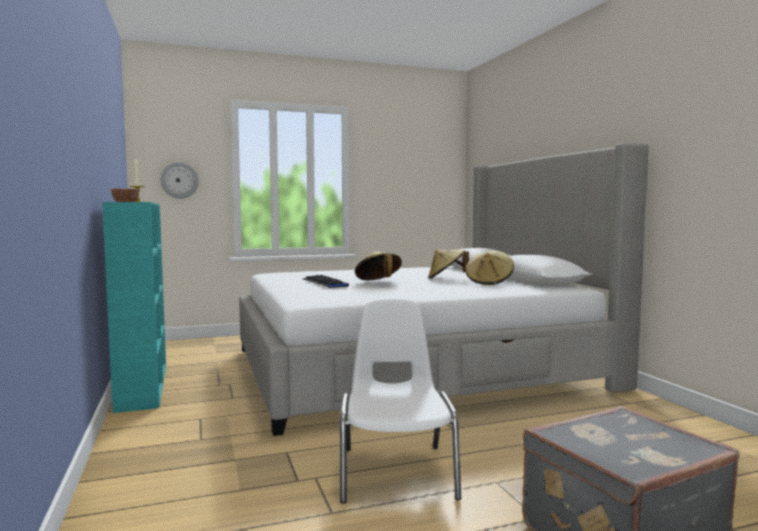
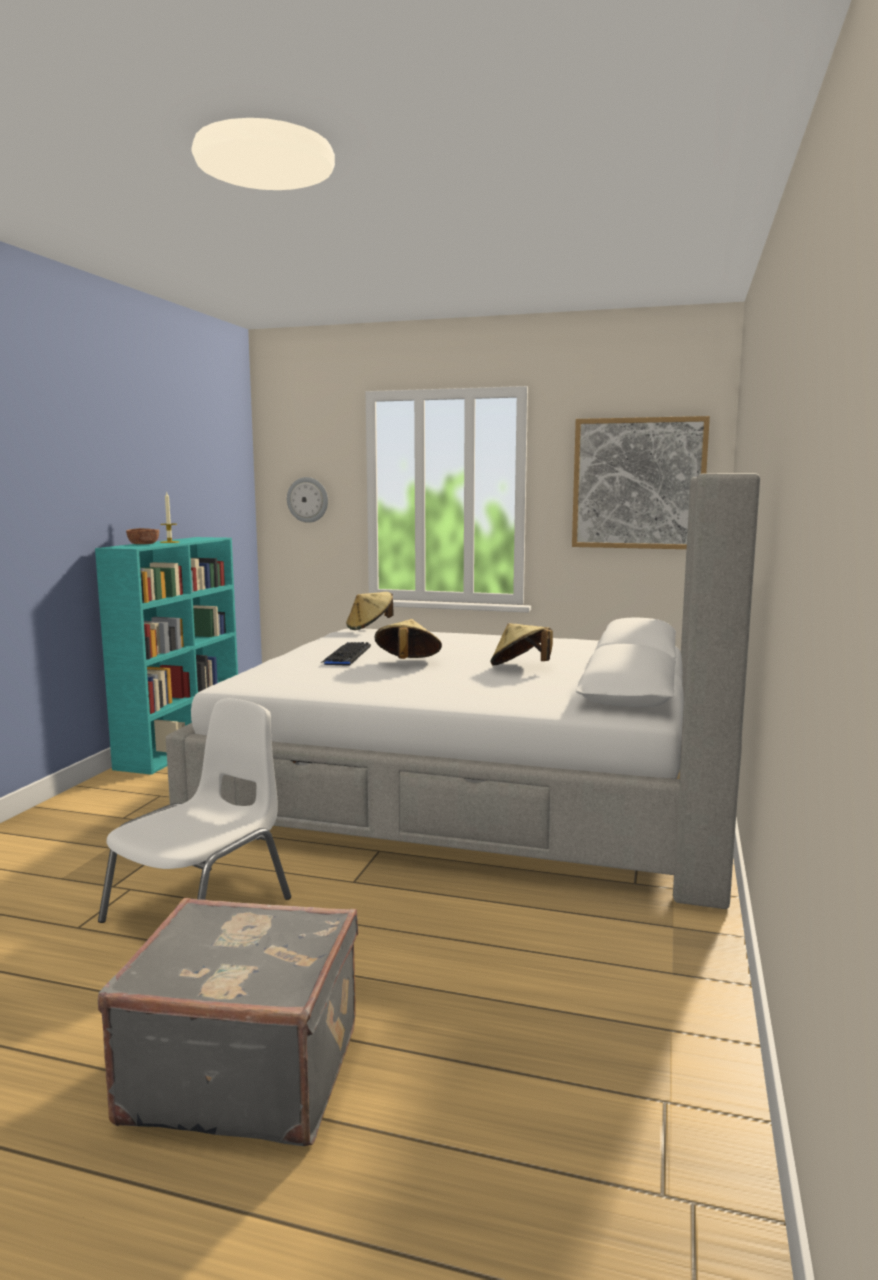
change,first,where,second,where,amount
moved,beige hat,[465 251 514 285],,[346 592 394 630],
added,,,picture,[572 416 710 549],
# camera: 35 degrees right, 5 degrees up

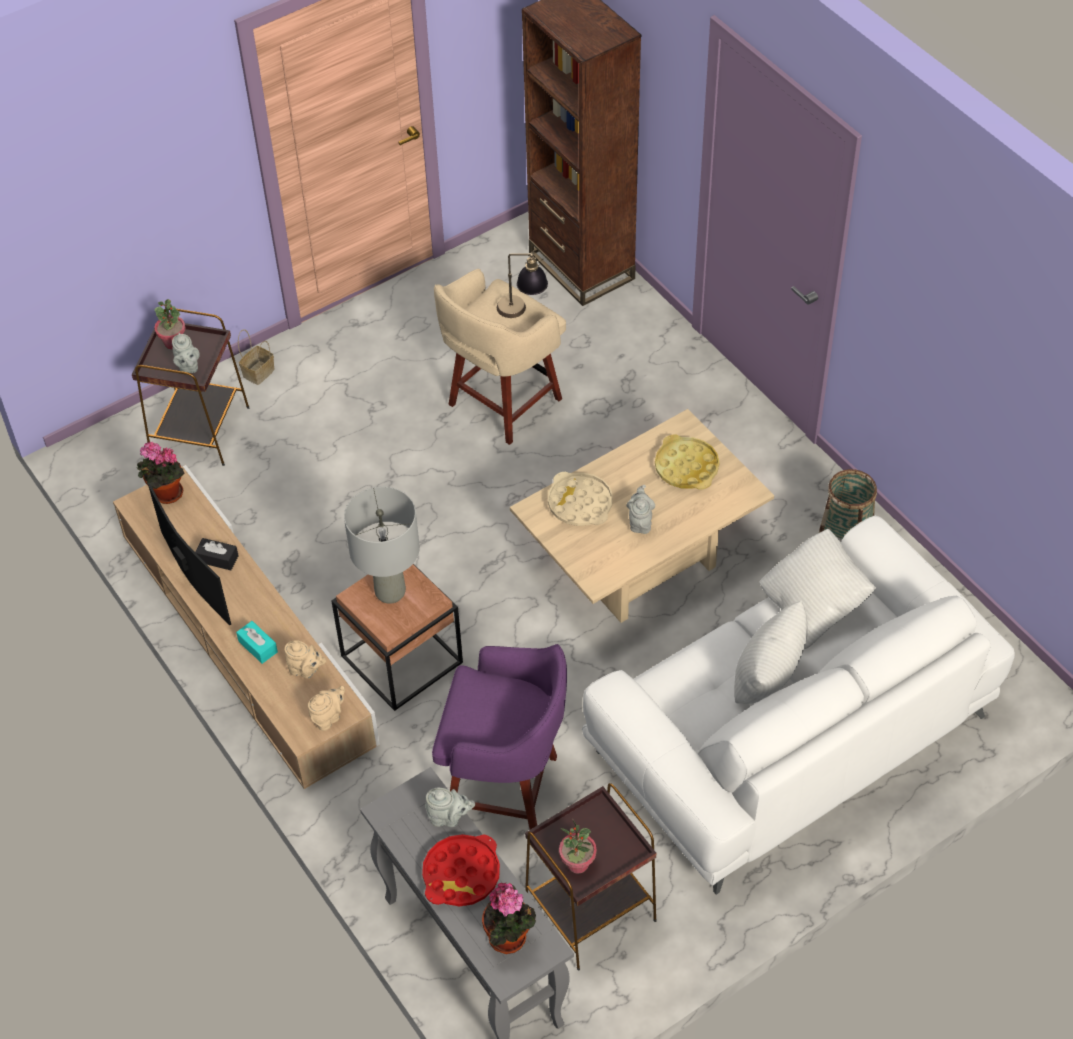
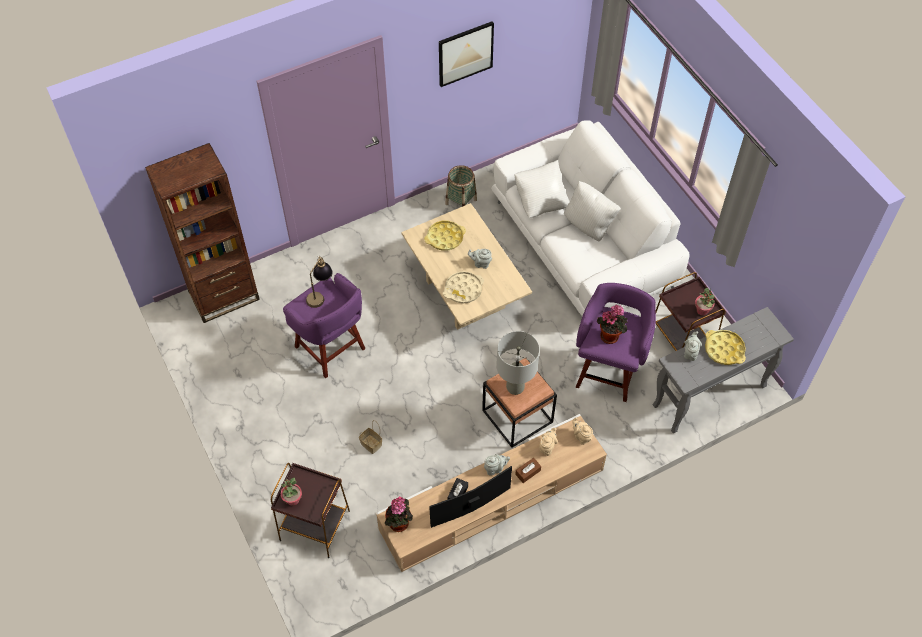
change,first,where,second,where,amount
recoloured,beige stool,[434 269 566 445],purple stool,[283 273 366 378],
moved,basket,[238 329 275 385],,[359 420 382 454],
added,,,picture,[439 21 494 87],
moved,grey teapot,[172 333 200 373],,[484 454 510 476],
recoloured,turquoise tissue box,[236 621 278 664],brown tissue box,[515 458 541 483],
moved,potted plant,[482 882 536 954],,[597 304 628 344],
recoloured,red tray,[422 834 500 906],yellow tray,[705 330 746 365],
# camera: 85 degrees left, 5 degrees up

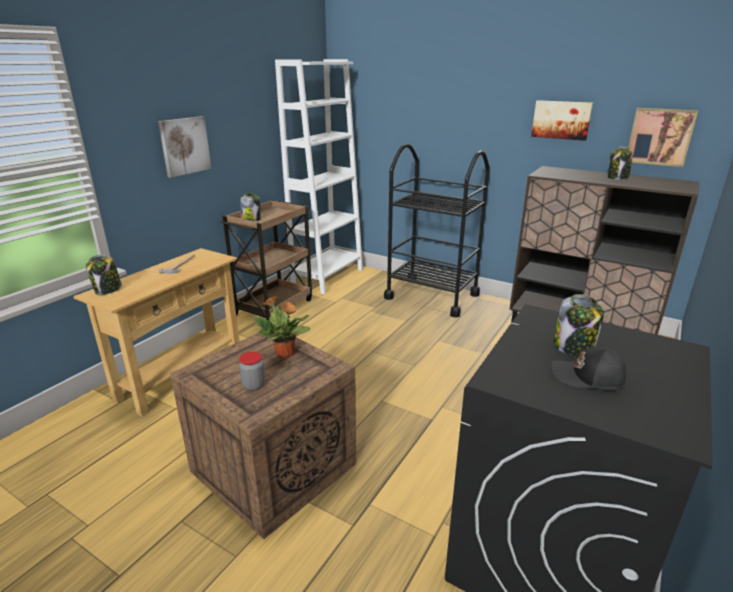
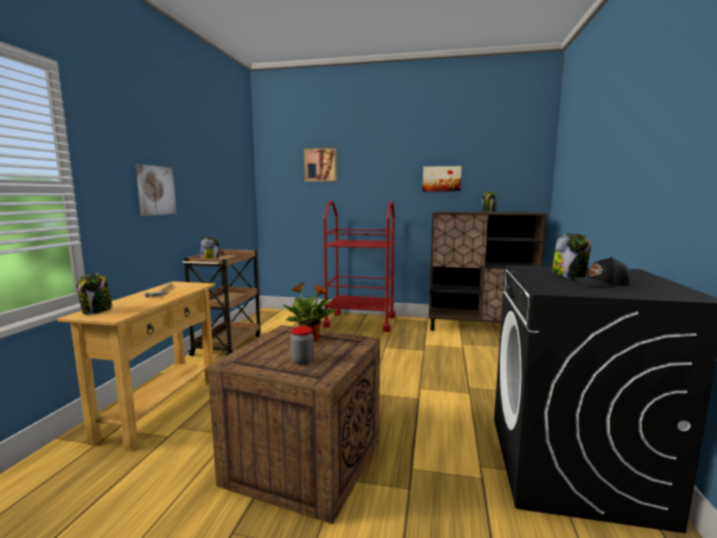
change,first,where,second,where,amount
moved,picture,[628 108 698 167],,[304 148 337 182],
recoloured,black cart,[384 144 490 318],red cart,[323 200 396 332],
removed,white bookcase,[275 59 363 294],,,
# camera: 20 degrees left, 15 degrees down

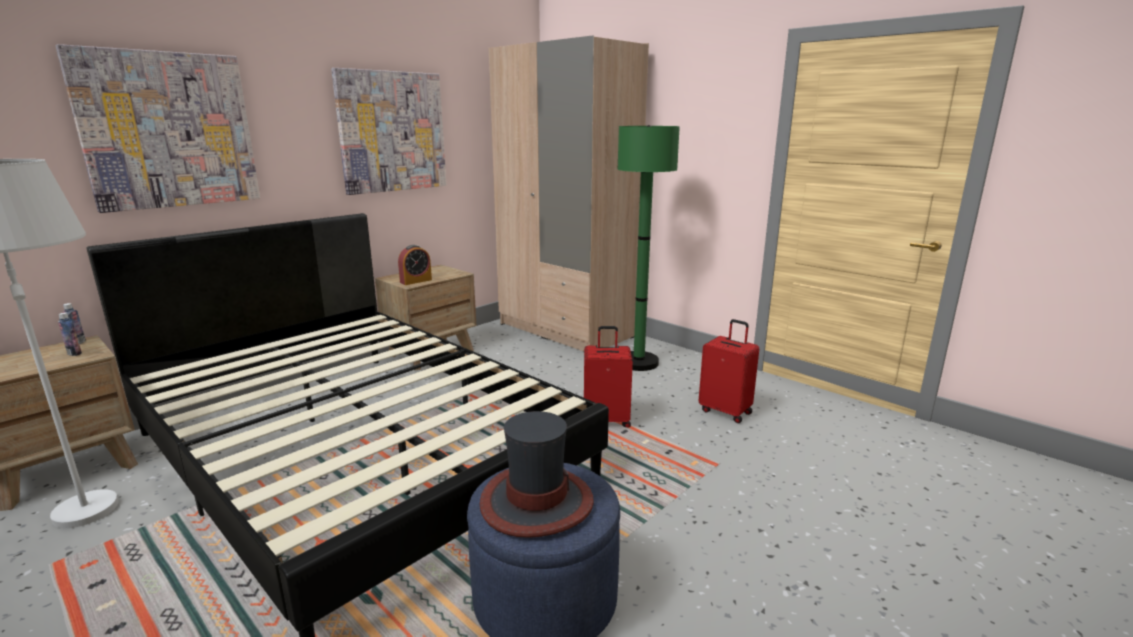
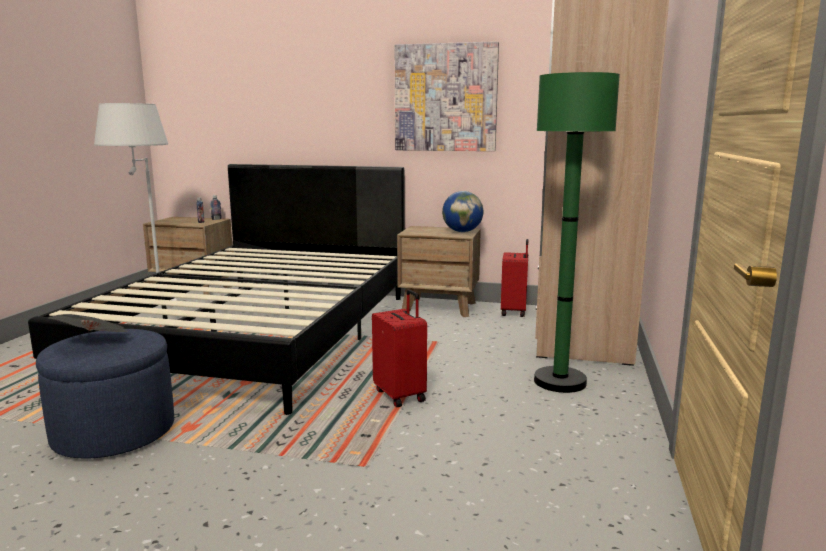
change,first,where,second,where,amount
replaced,hat,[480 411 594 538],newspaper,[48 314 127 332],
added,,,globe,[442 191 483 232],
moved,red suitcase,[699 319 759 423],,[501 239 528 317],
removed,picture,[56 44 260 213],,,
removed,alarm clock,[398 245 432 285],,,
# camera: 60 degrees right, 5 degrees down

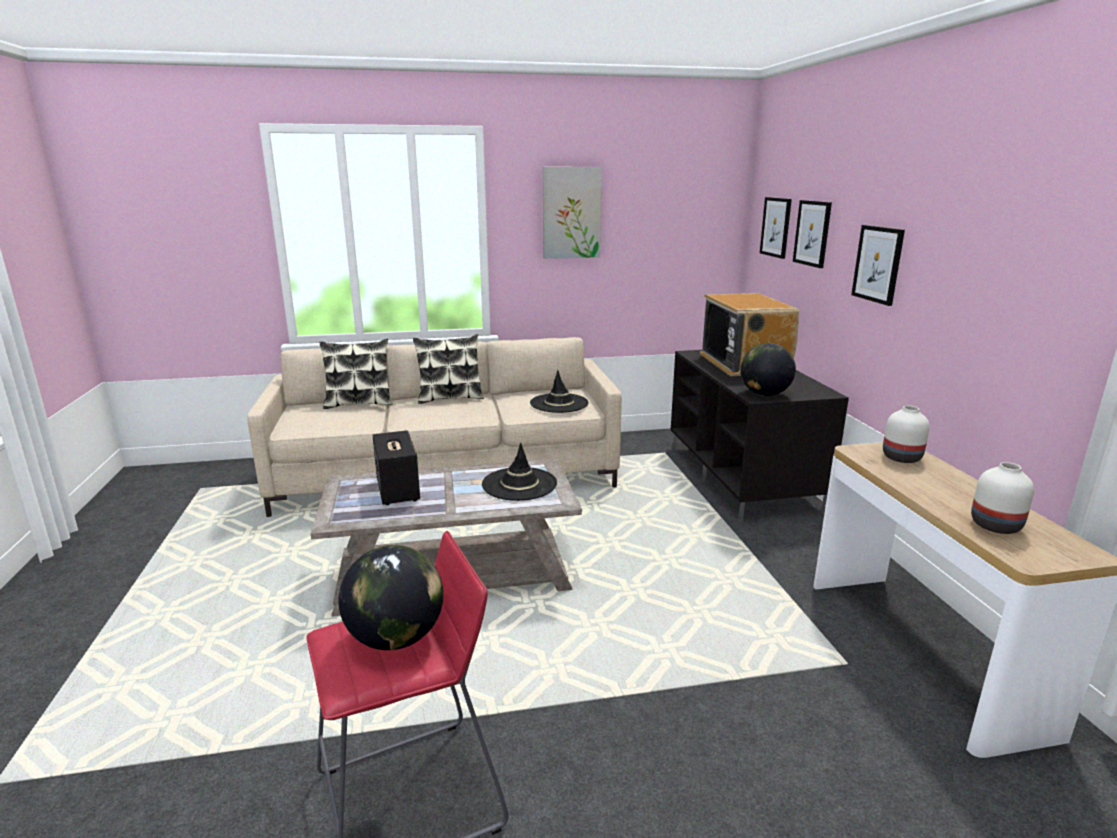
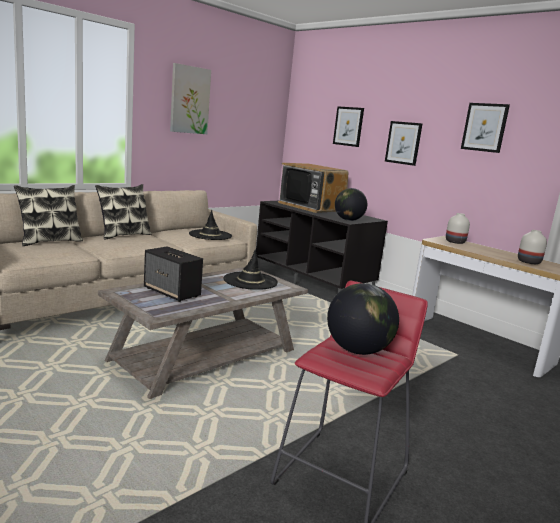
change,first,where,second,where,amount
moved,picture,[760 197 792 259],,[461 103 510 153],
# camera: 35 degrees left, 5 degrees down

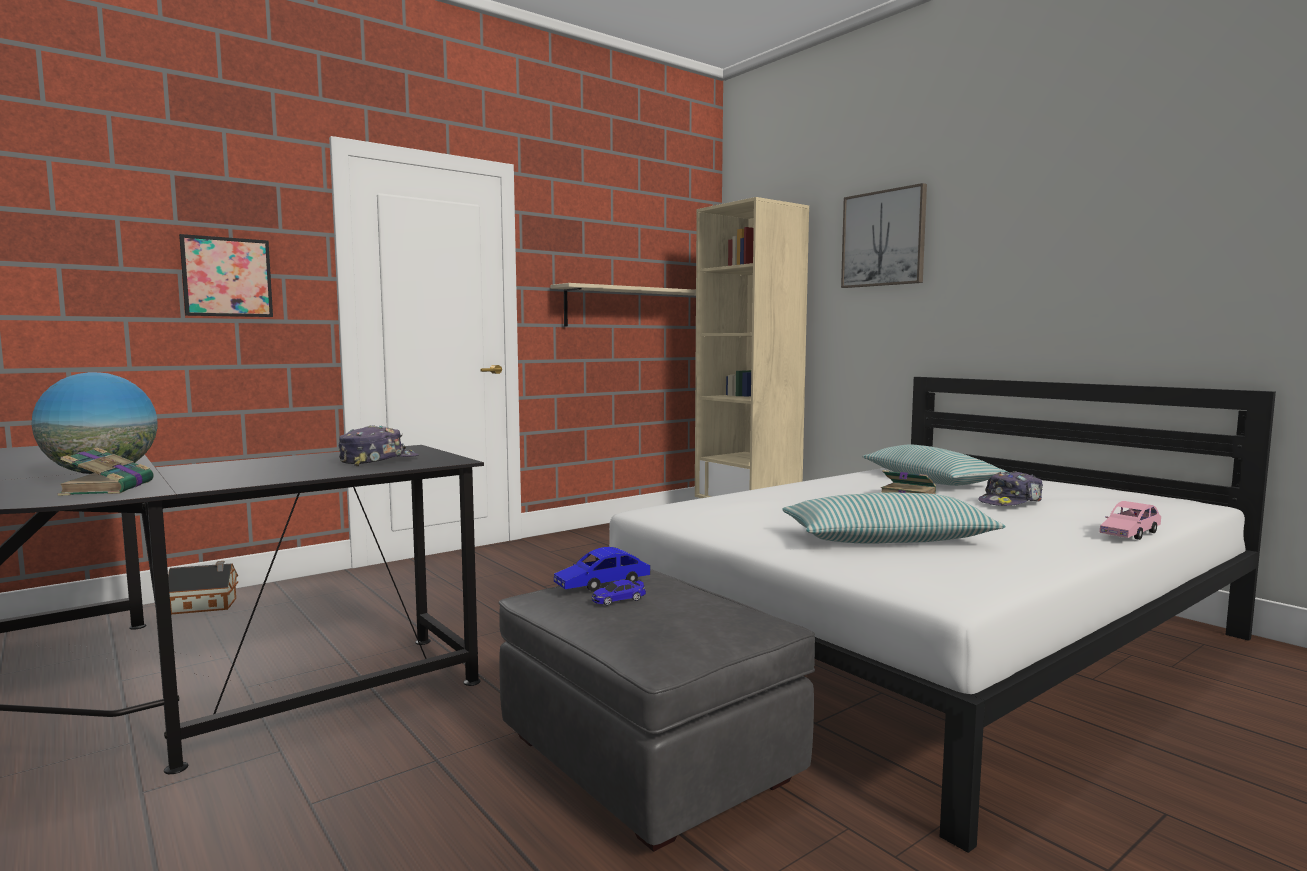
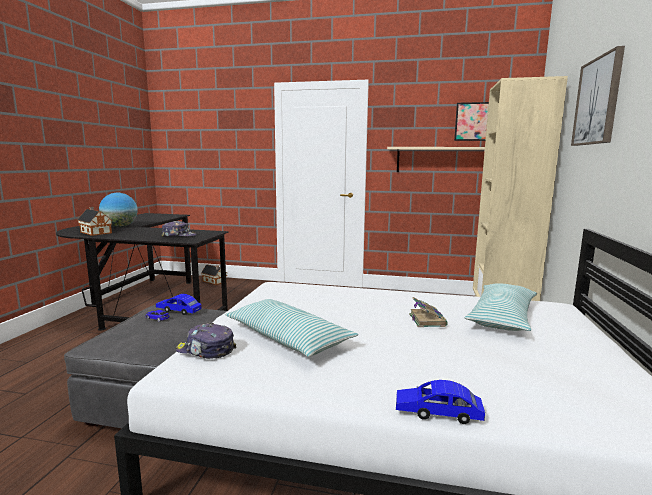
change,first,where,second,where,amount
replaced,book,[58 447 154 496],toy house,[77 207 112 236],
moved,cap,[978 471 1043 506],,[176 323 236 359],
recoloured,pink toy car,[1099 501 1161 540],blue toy car,[396 380 485 424],
moved,picture,[179 234 273 317],,[454 102 489 141],
# camera: 50 degrees right, 5 degrees up

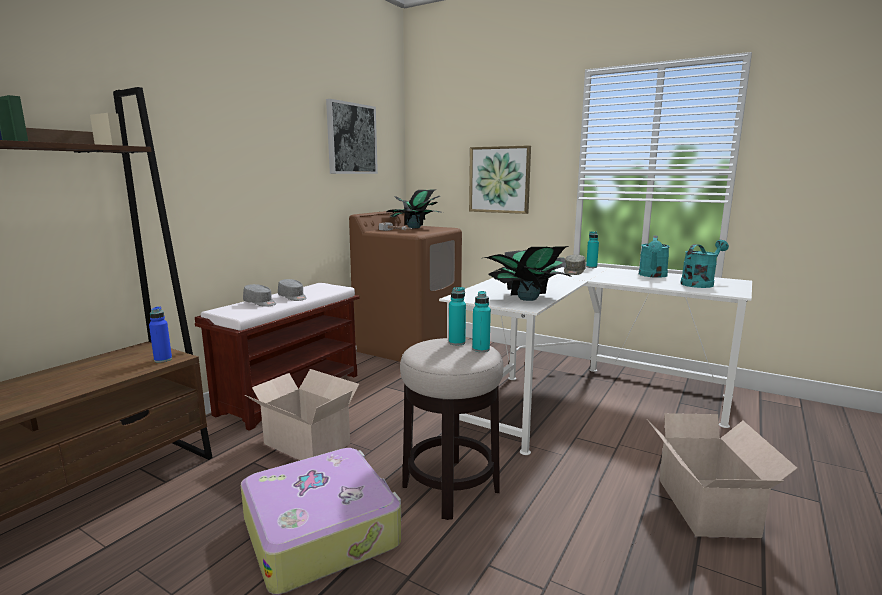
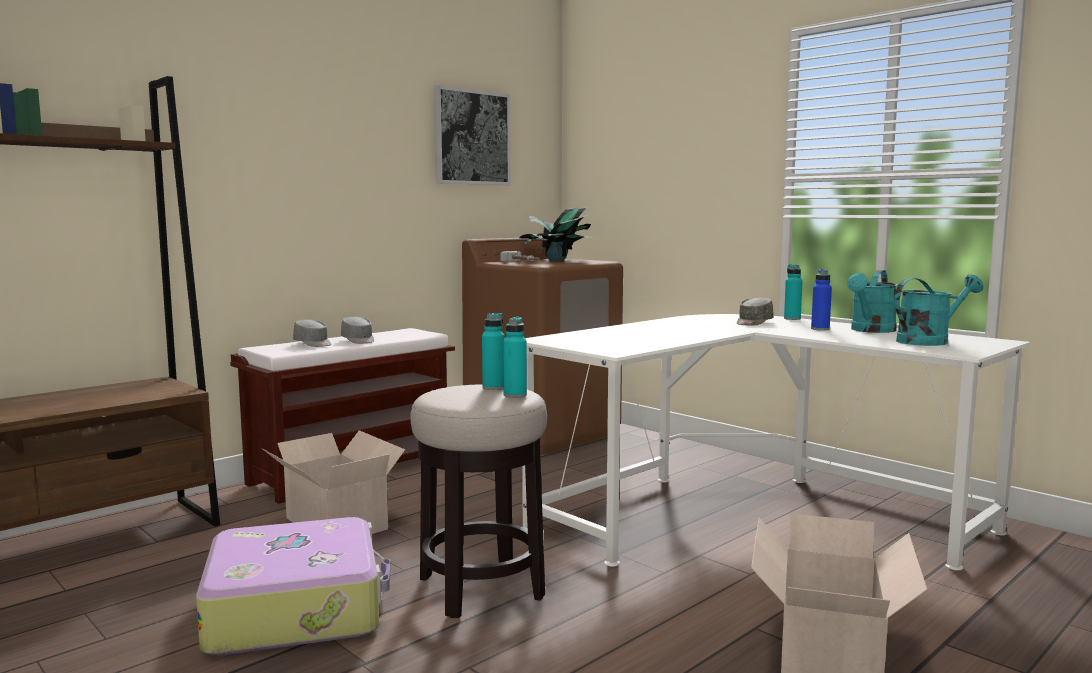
change,first,where,second,where,amount
moved,blue bottle,[149 306 172 363],,[811 269 832 331],
removed,picture,[469 145 531 214],,,
removed,potted plant,[484 246 571 301],,,
# camera: 15 degrees right, 5 degrees down

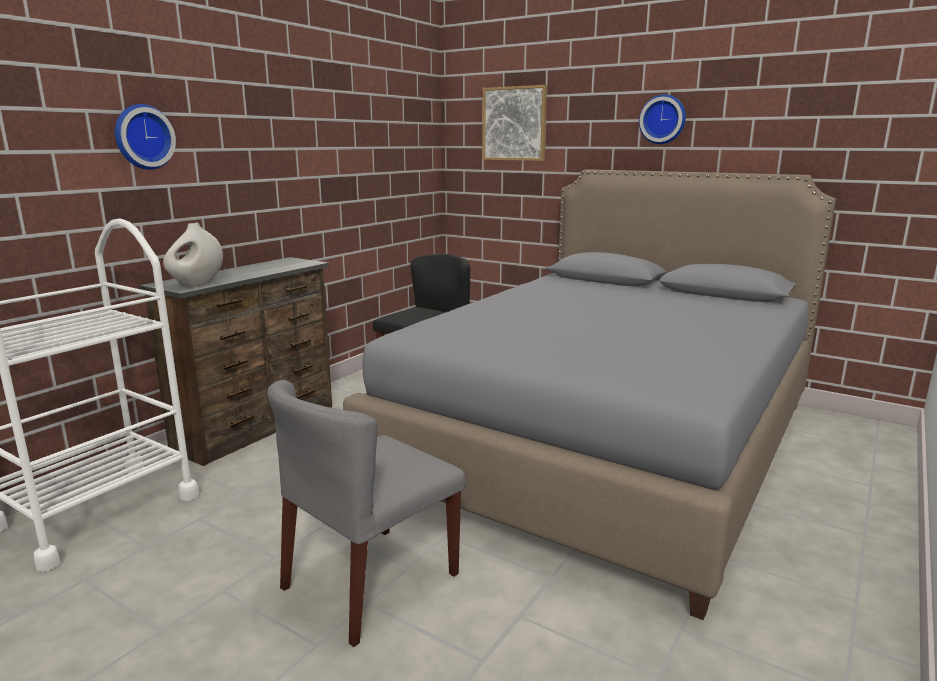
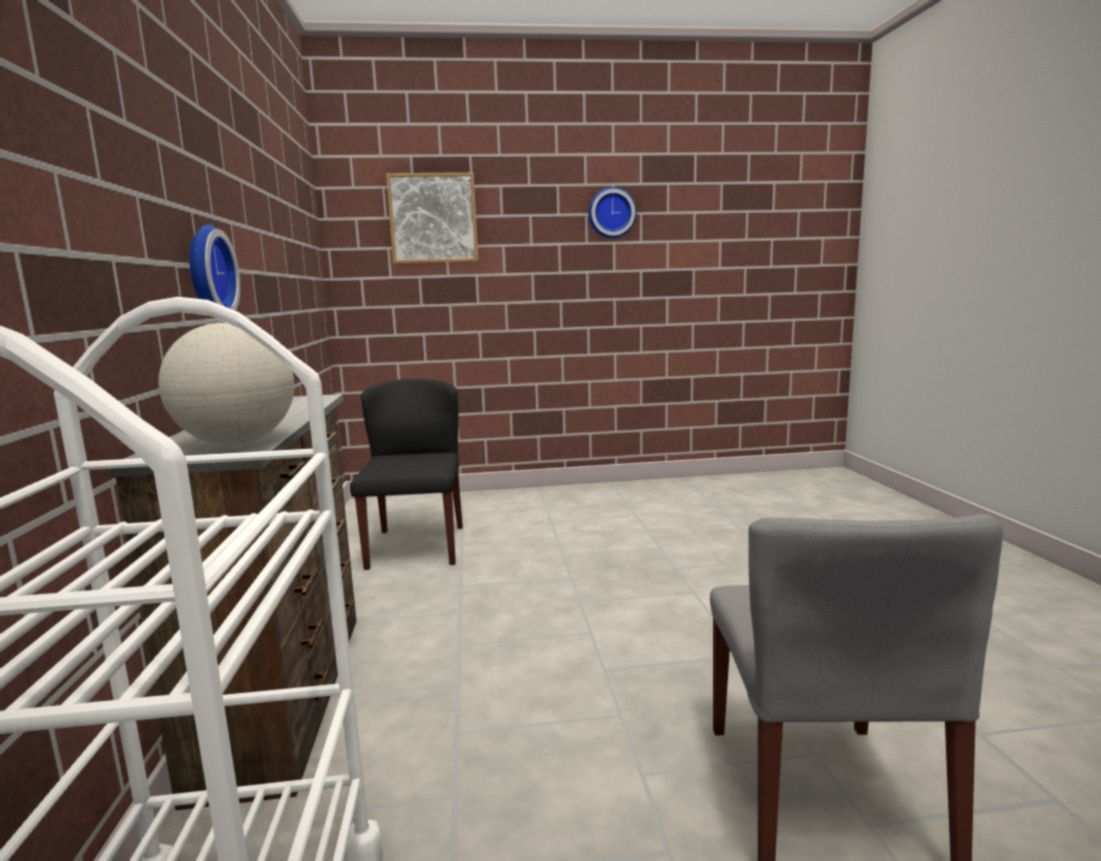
change,first,where,second,where,amount
replaced,white vase,[163 223 223 286],globe,[158 323 294 444],
moved,wall clock,[115 104 176 170],,[190 225 240 311],
removed,grey bed,[343 169 836 620],,,
# camera: 40 degrees left, 5 degrees down

